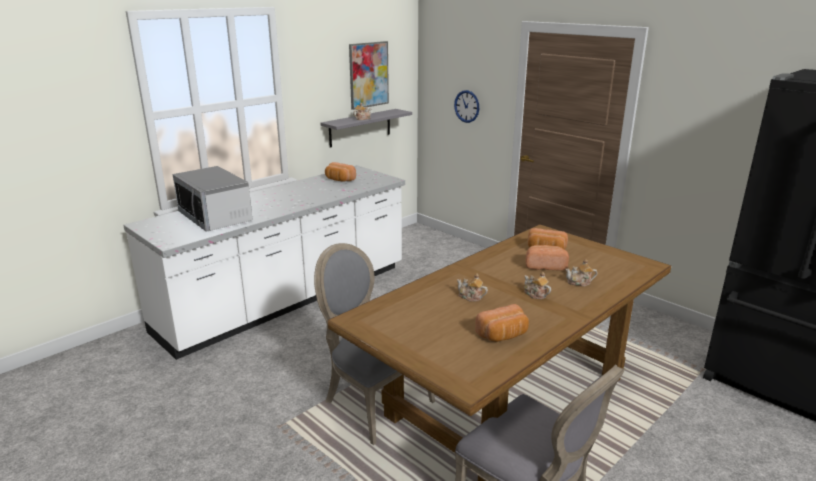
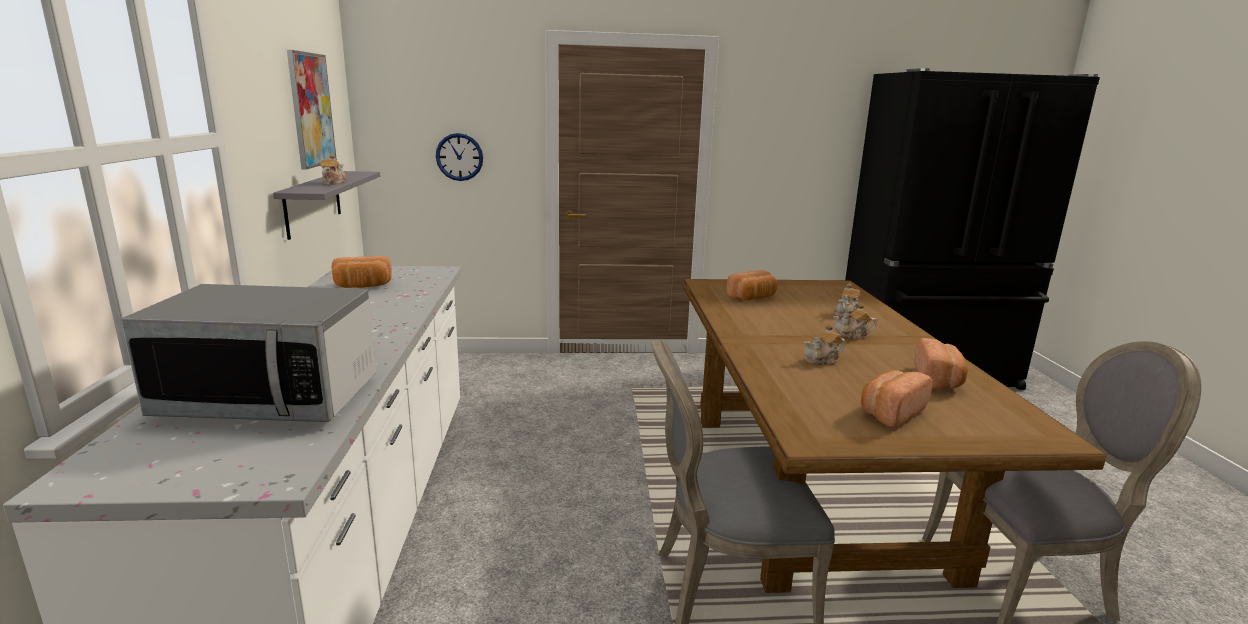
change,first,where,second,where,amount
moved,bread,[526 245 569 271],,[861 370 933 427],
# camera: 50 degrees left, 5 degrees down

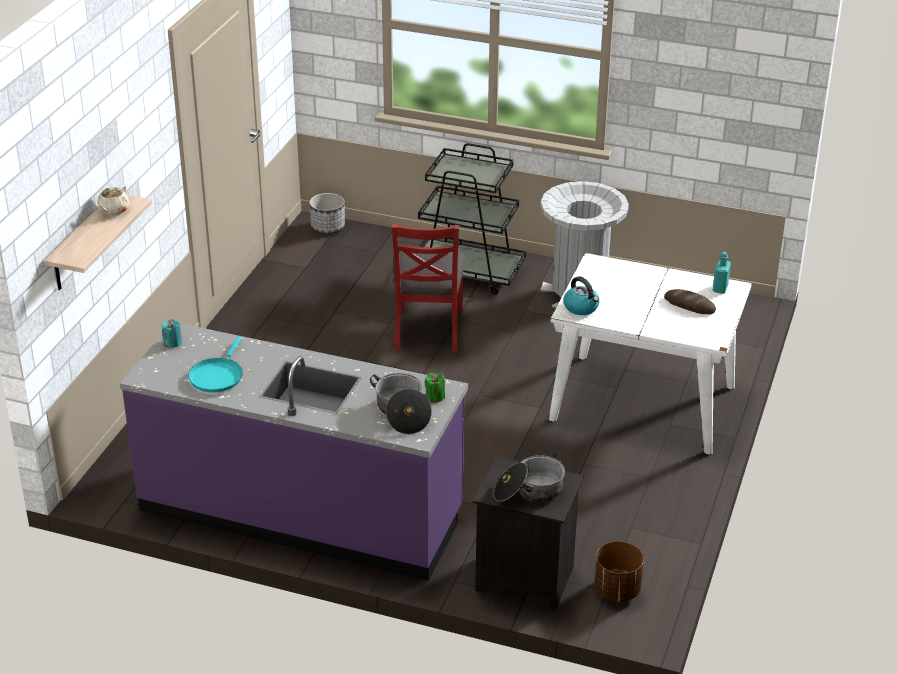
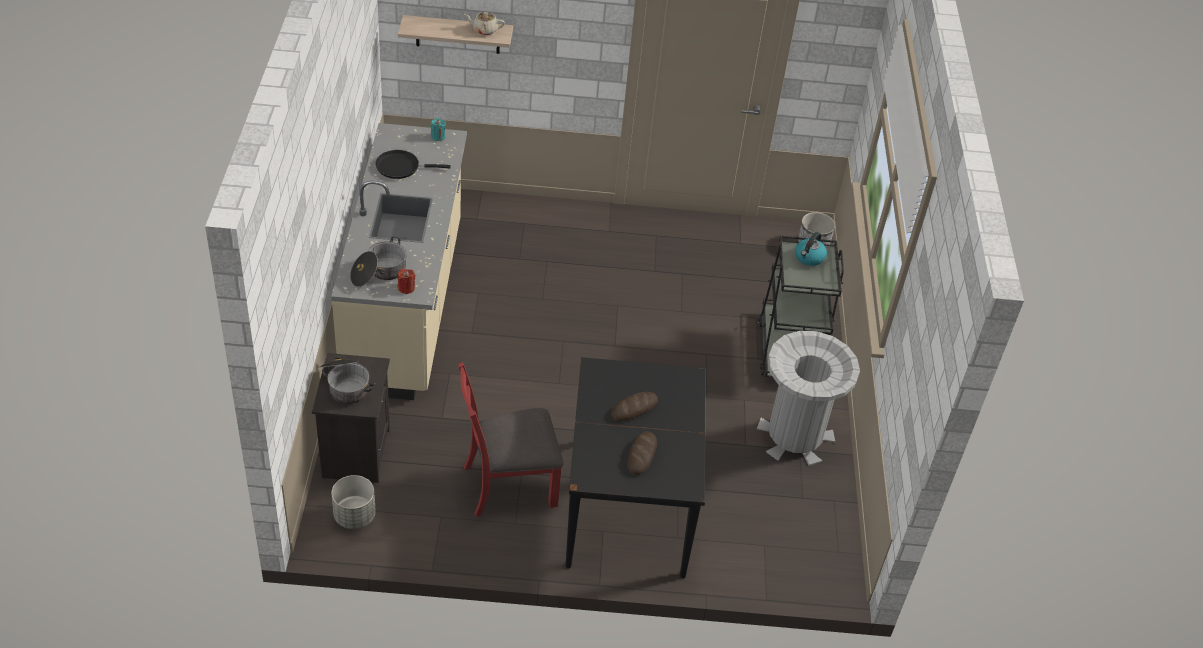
change,first,where,second,where,amount
recoloured,purple counter,[120 323 468 581],beige counter,[331 123 467 400],
recoloured,brown planter,[594 541 644 602],grey planter,[331 475 376 529],
recoloured,turquoise frying pan,[188 337 243 393],black frying pan,[375 150 451 179],
recoloured,green candle,[424 373 445 403],red candle,[397 269 416 294],
moved,red chair,[392 223 465 352],,[458 362 563 517],
recoloured,white dining table,[549 253 752 455],black dining table,[566 357 705 579],
added,,,bread,[611 392 658 421],
moved,kettle,[563 276 600 315],,[795 232 827 266],
removed,turquoise bottle,[713 252 731 294],,,
# camera: 70 degrees right, 10 degrees up

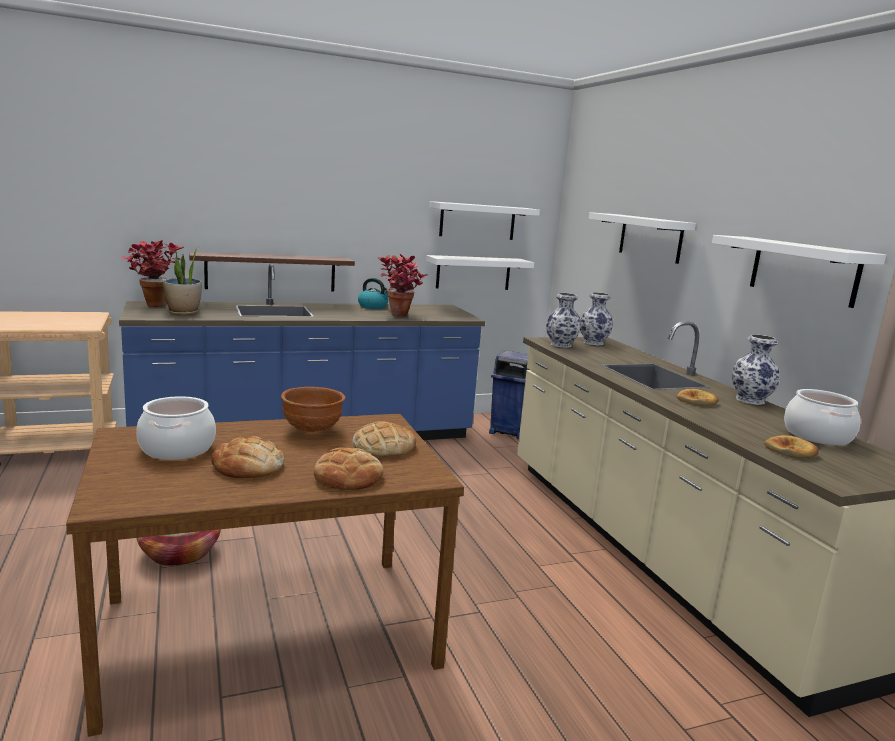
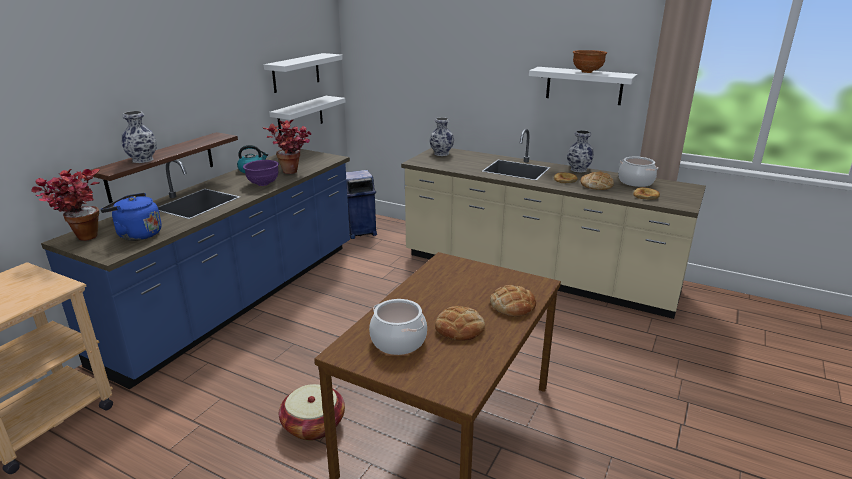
change,first,where,second,where,amount
replaced,potted plant,[163 247 202 315],blue kettle,[100 193 161 241],
moved,vase,[546 293 581 348],,[122 111 156 163],
added,,,purple bowl,[243 160 279 186],
moved,brown bowl,[281 387 345 434],,[573 50 607 73],
moved,bread,[352 421 416 457],,[580 172 614 190],
removed,white shelf,[589 212 696 264],,,
# camera: 40 degrees left, 10 degrees up

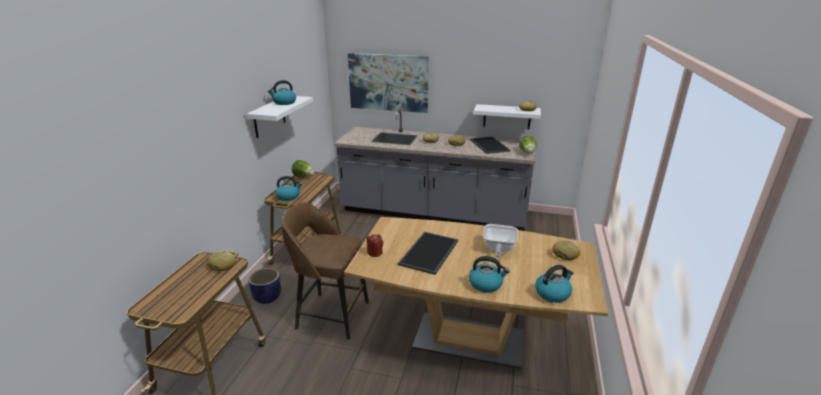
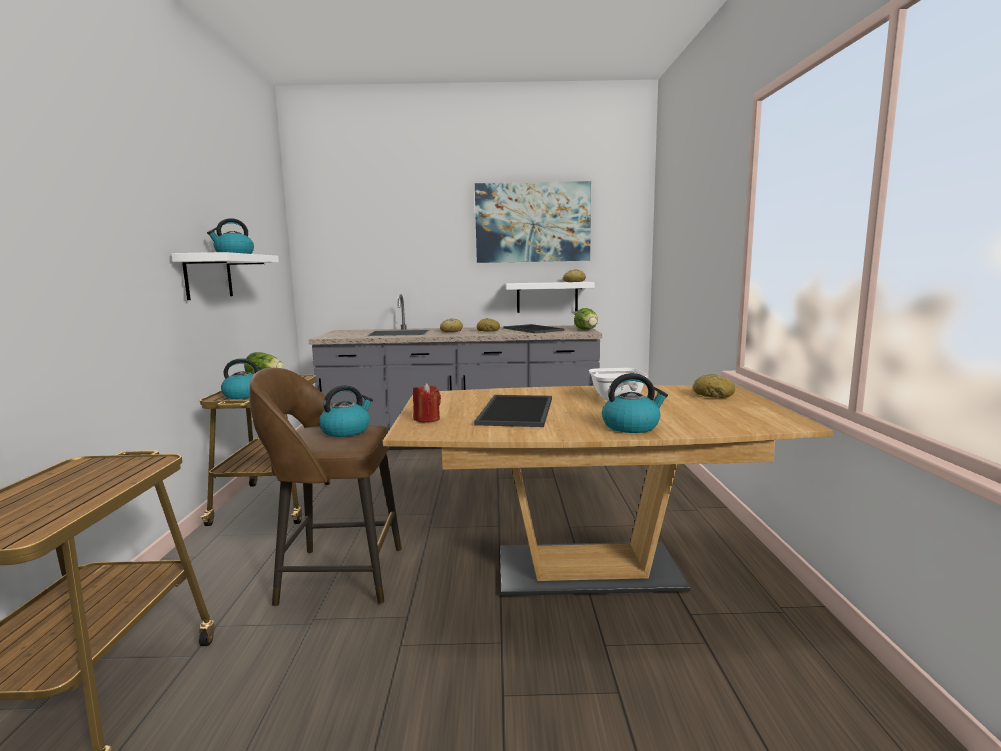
change,first,where,second,where,amount
moved,kettle,[535 265 574 303],,[319 385 373 437],
moved,picture,[348 53 429 113],,[475 181 591 263],
removed,bread,[208 251 236 271],,,
removed,planter,[248 268 281 304],,,
# camera: 15 degrees left, 15 degrees down

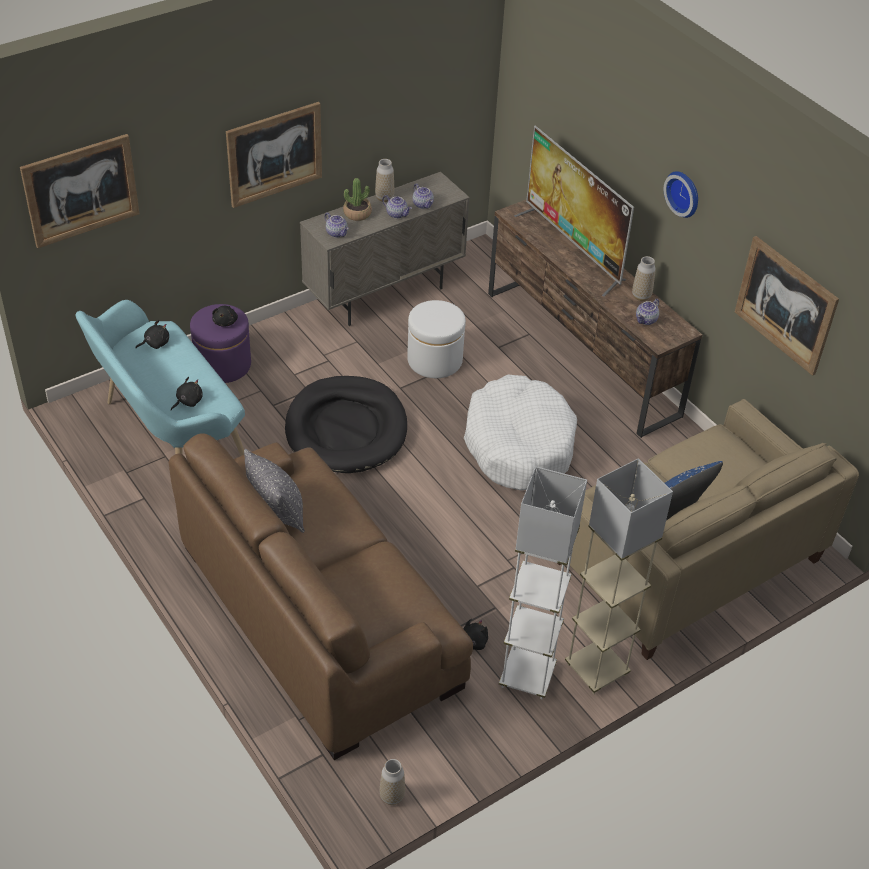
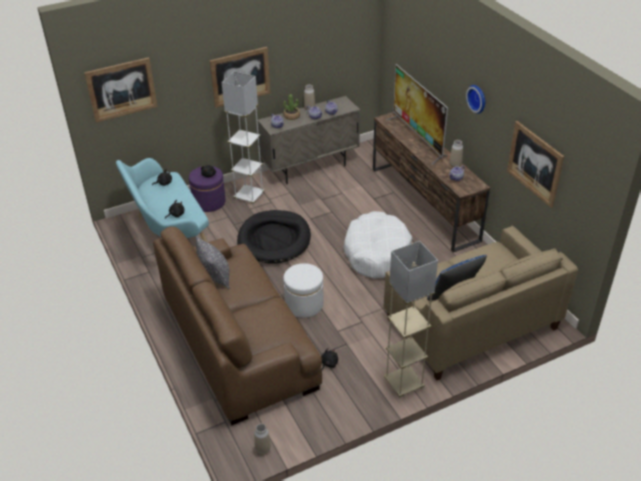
change,first,where,second,where,amount
moved,white floor lamp,[499 466 587 700],,[222 71 265 205],
moved,white ottoman,[407 300 466 378],,[283 263 324 318],
# camera: 10 degrees right, 5 degrees down

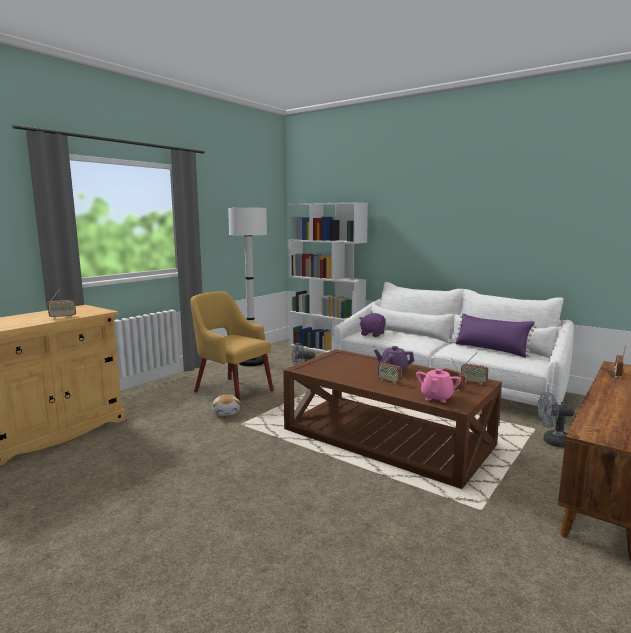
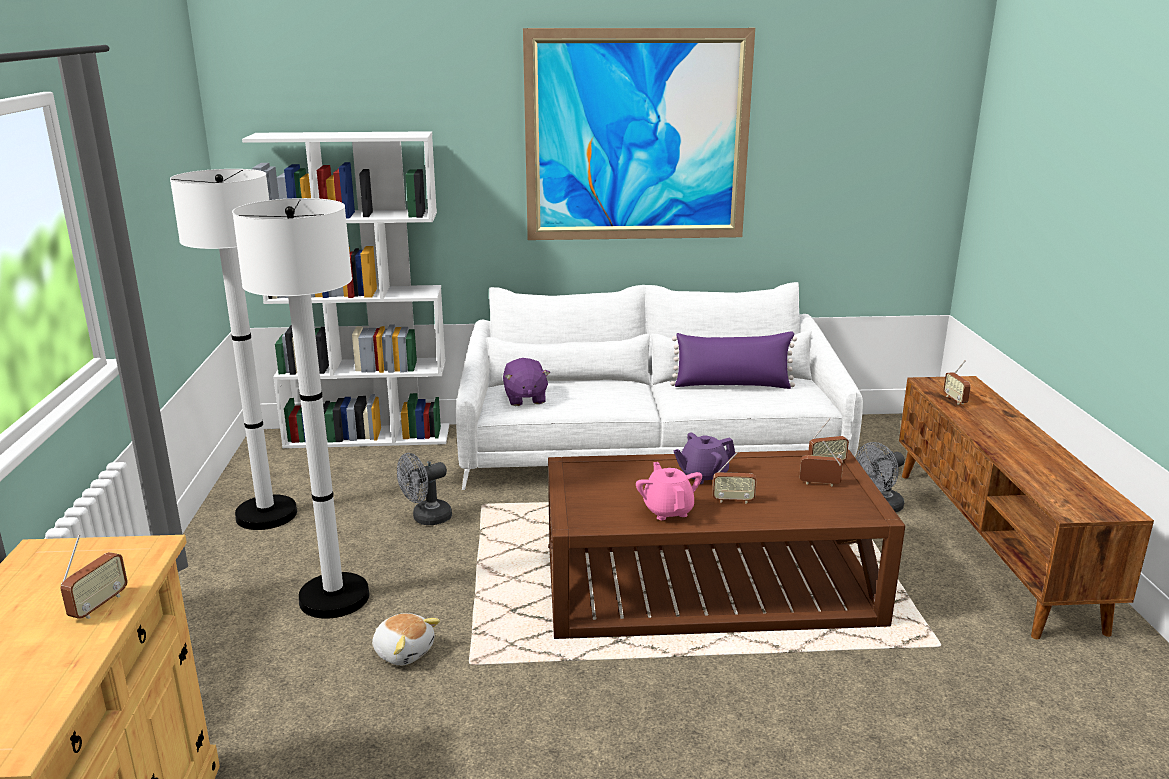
change,first,where,second,where,amount
replaced,yellow armchair,[190 291 274 400],white floor lamp,[232 198 369 619],
added,,,picture,[523 28 755 240],
moved,pink teapot,[416 368 461 403],,[636 462 702 520],
# camera: 40 degrees left, 10 degrees up

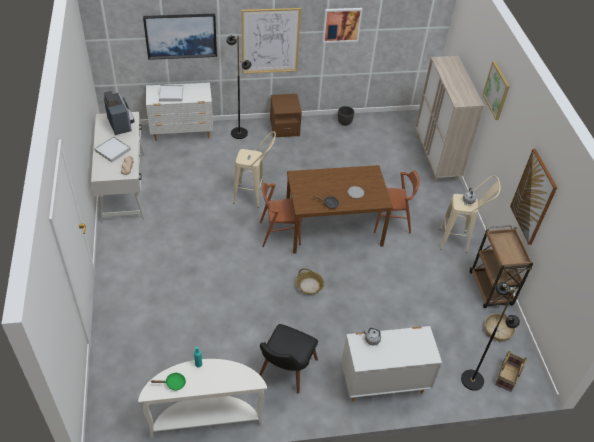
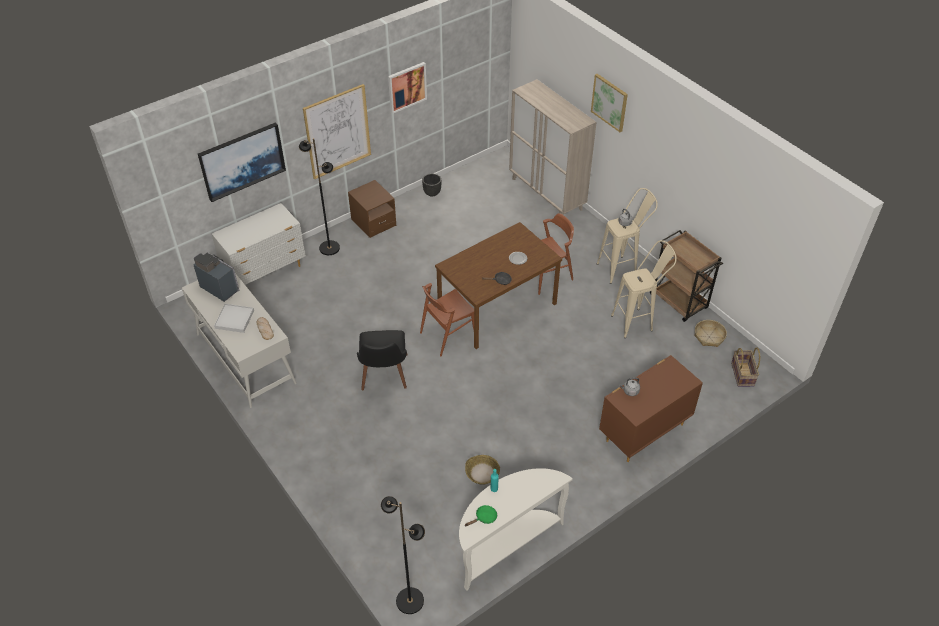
change,first,where,second,where,amount
moved,black chair,[259 324 318 393],,[357 330 408 390],
moved,black floor lamp,[461 282 520 391],,[381 496 425 614],
moved,basket,[296 268 324 295],,[465 455 500 485],
recoloured,white dresser,[342 326 442 402],brown dresser,[599 355 703 462],
moved,beige stool,[233 131 276 208],,[611 240 677 338],
removed,white tray,[159 85 183 101],,,
removed,picture,[510 149 557 245],,,
# camera: 25 degrees left, 0 degrees up

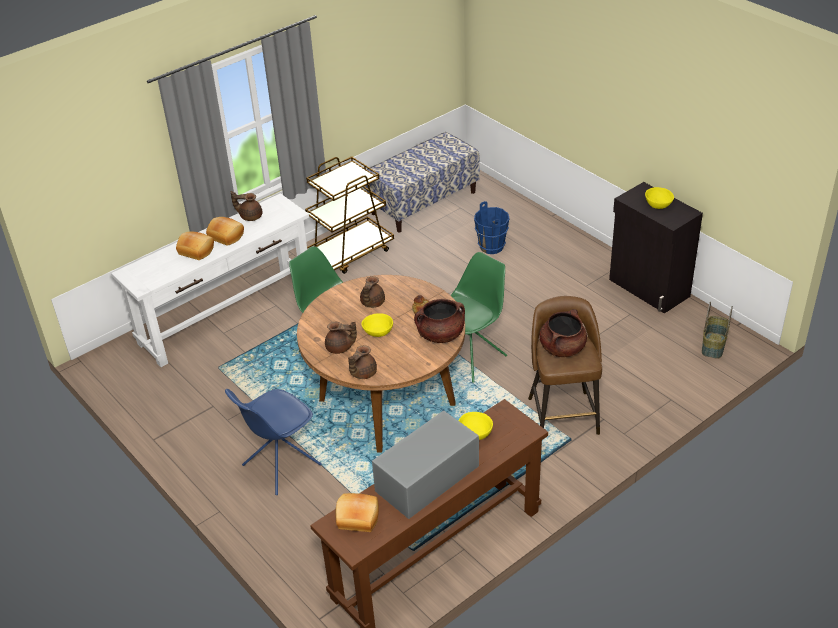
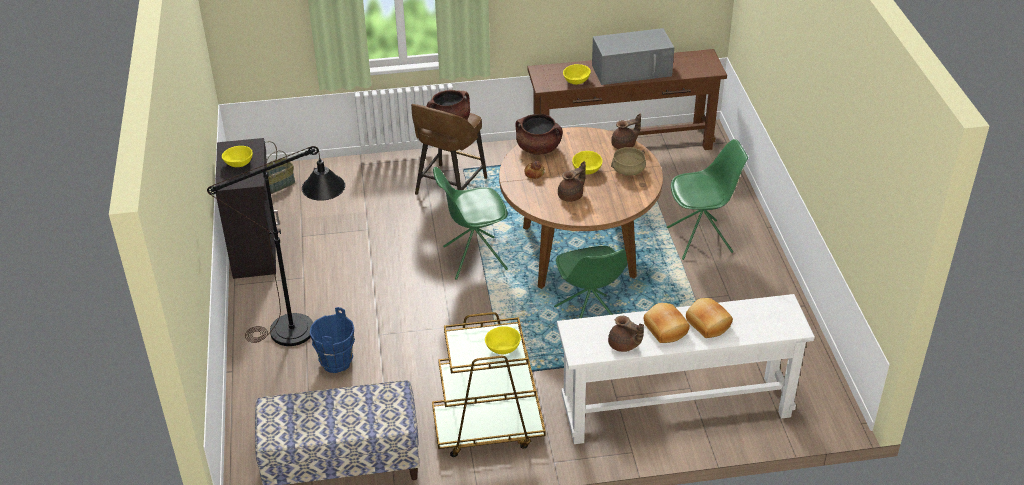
change,first,where,second,where,amount
added,,,black floor lamp,[207 146 345 346],
added,,,yellow bowl,[485 326 521 354],
replaced,brown teapot,[325 322 357 354],beige cooking pot,[611 147 646 176],
recoloured,blue chair,[225 389 322 495],green chair,[667 139 748 260],
removed,bread,[335 493 379 532],,,
# camera: 150 degrees left, 0 degrees up

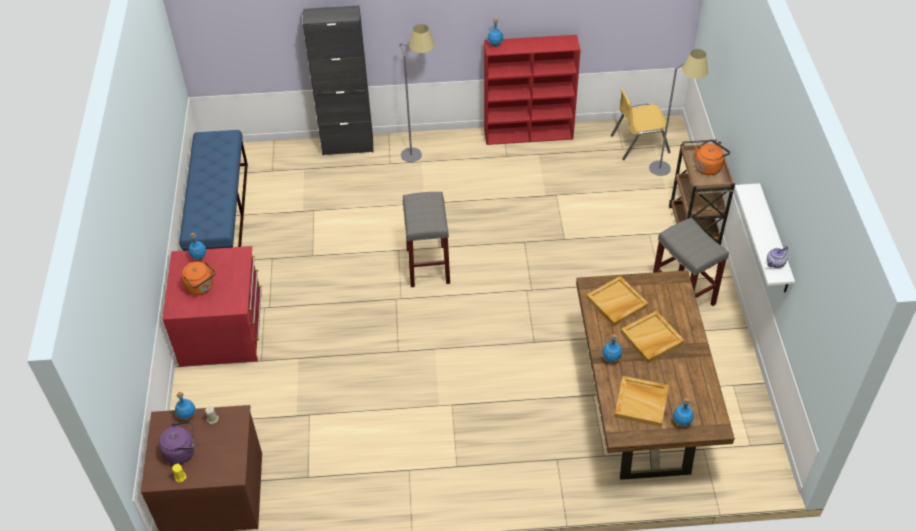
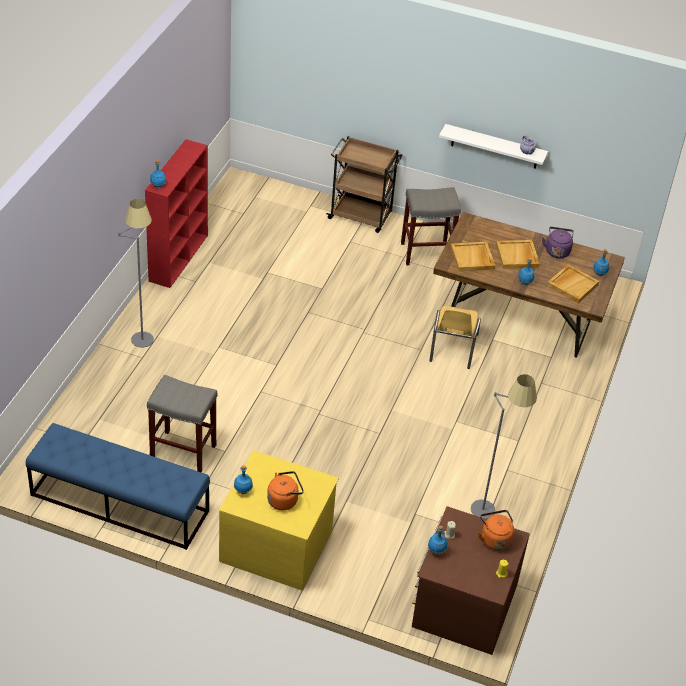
change,first,where,second,where,amount
moved,grey stool,[403 192 450 287],,[147 375 217 472],
recoloured,red dresser,[162 246 262 367],yellow dresser,[219 450 339 591],
moved,yellow chair,[611 89 670 160],,[429 306 481 369],
moved,grey floor lamp,[649 49 709 176],,[471 374 537 519],
moved,orange kettle,[695 139 730 175],,[478 510 514 550],
moved,purple kettle,[159 421 195 464],,[542 227 574 259],
removed,black cabinet,[303 6 373 156],,,
# camera: 70 degrees left, 5 degrees down

